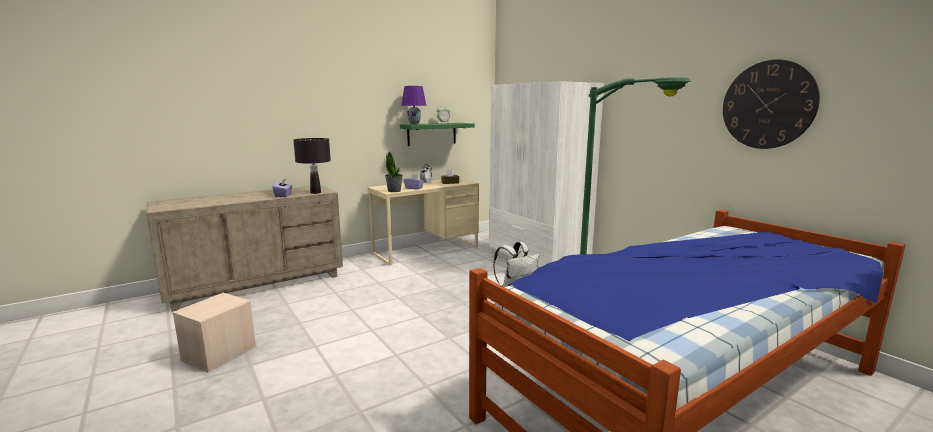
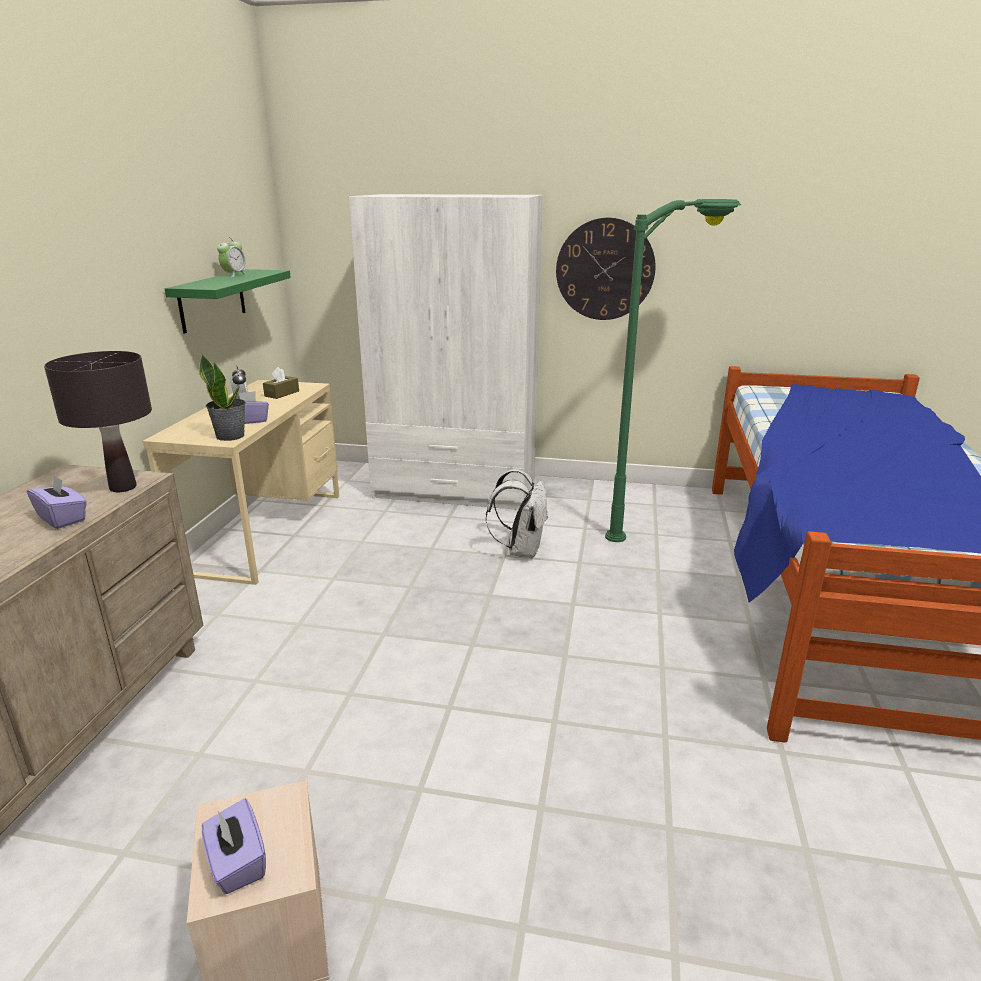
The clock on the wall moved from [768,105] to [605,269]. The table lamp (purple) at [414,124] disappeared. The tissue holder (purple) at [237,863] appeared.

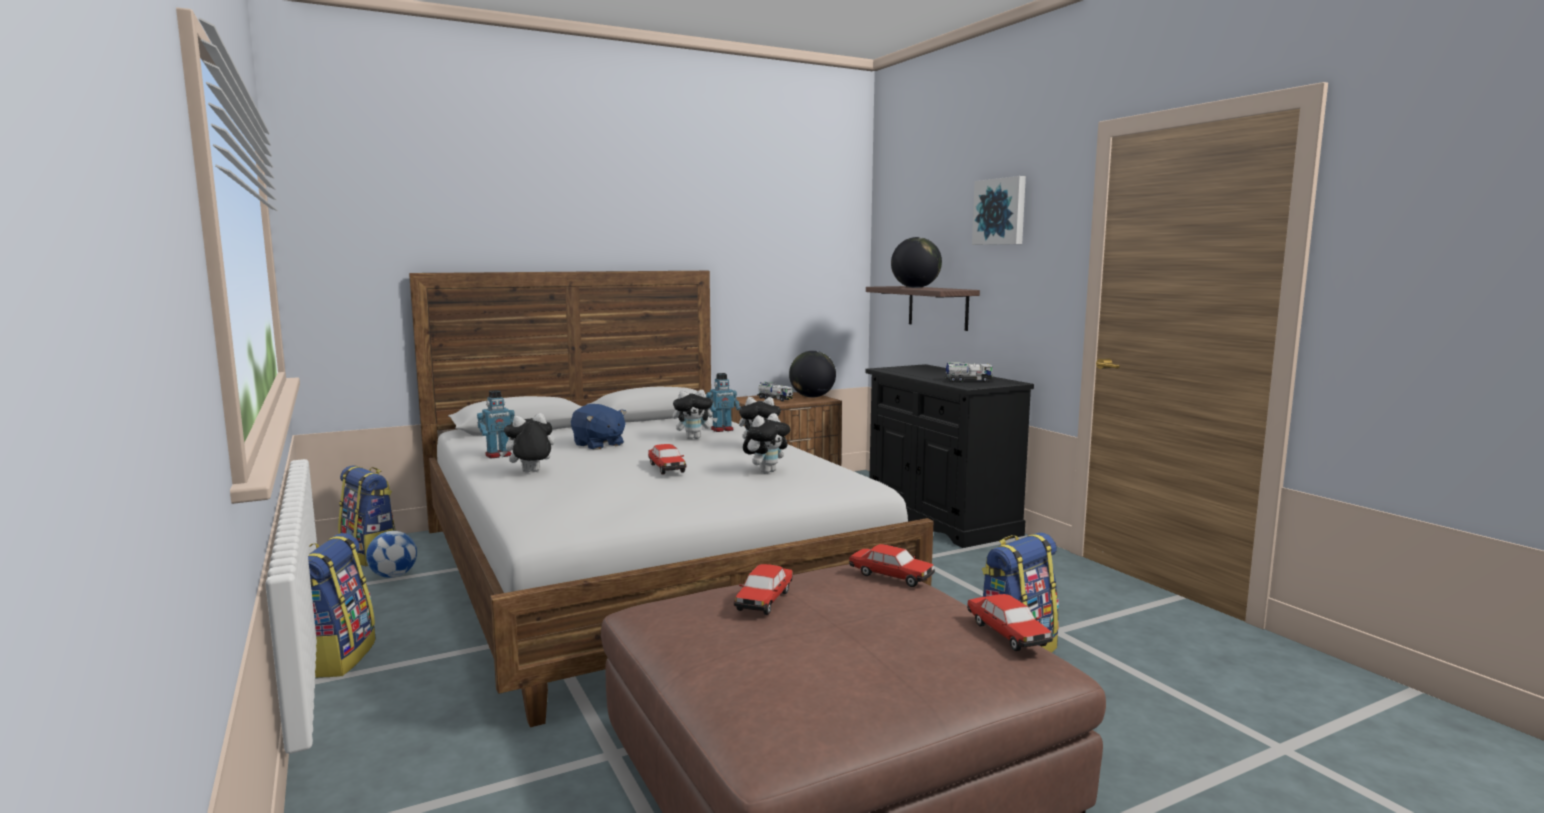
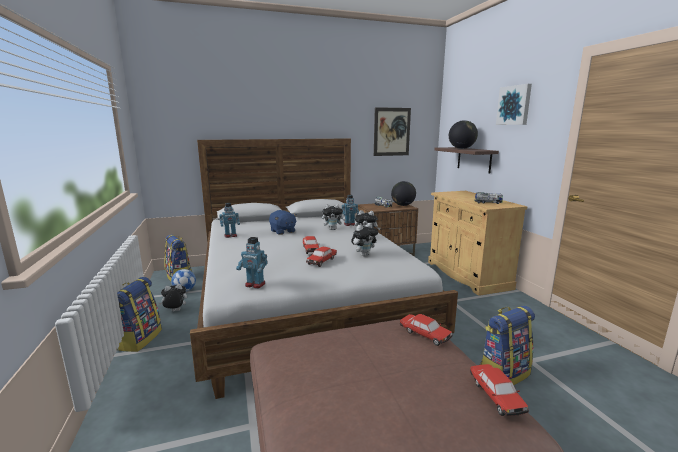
The cabinet (black) at [939,518] became the cabinet (beige) at [467,275]. The soft toy moved from [530,472] to [175,311]. The toy car moved from [764,600] to [322,261]. The wall art at [392,132] appeared. The robot figure at [255,285] appeared.

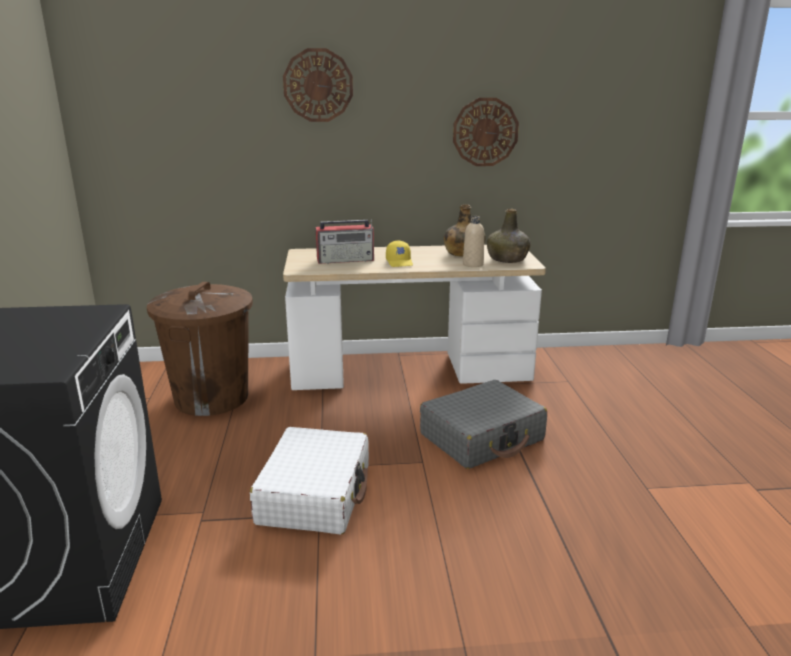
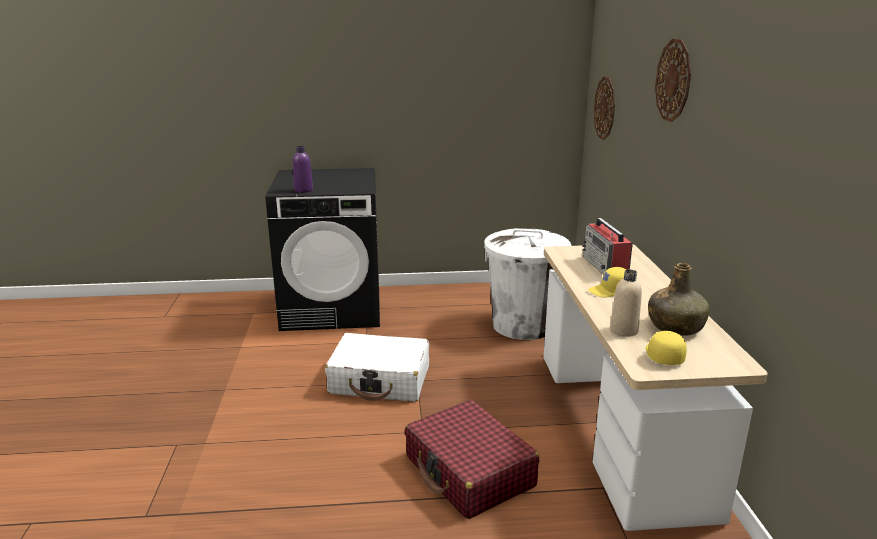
The clock on the wall moved from [485,132] to [605,108]. The bottle (greenish) at [507,259] was replaced by the baseball cap (yellow) at [663,355]. The trash can (brown) at [212,397] became the trash can (white-coloured) at [523,325]. The travel case (grey) at [482,437] became the travel case (red-coloured) at [469,472]. The bottle (purple) at [303,190] appeared.

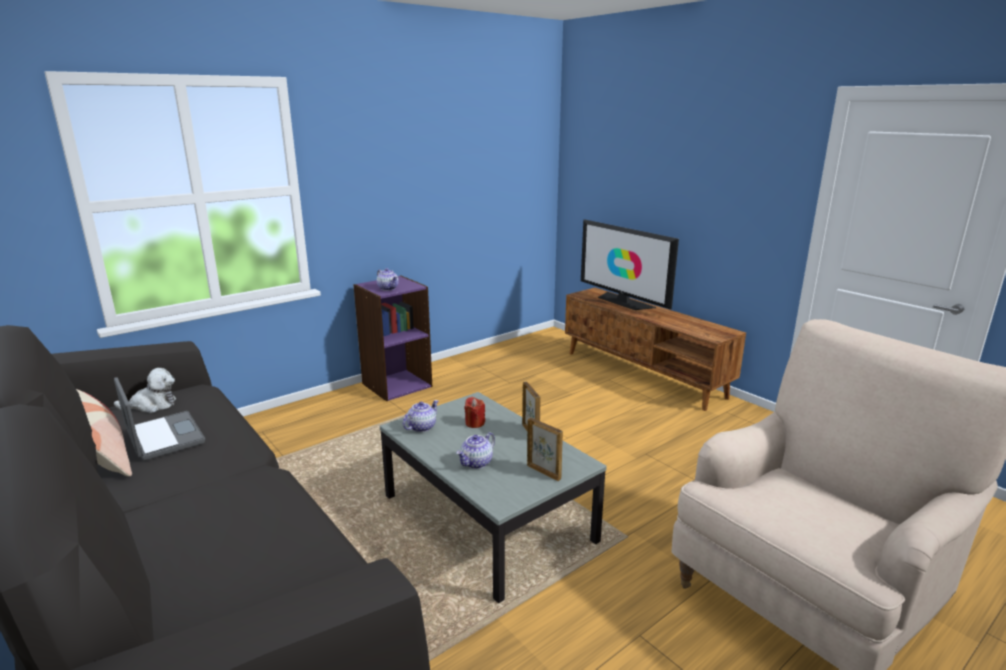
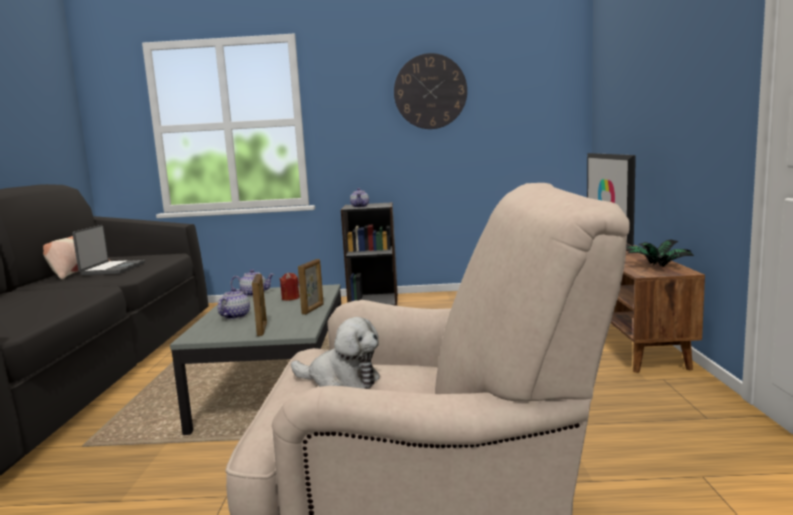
The bookshelf (purple) at [396,385] became the bookshelf (black) at [373,301]. The soft toy moved from [152,405] to [341,381]. The teapot at [476,463] turned 120 degrees clockwise. The clock on the wall at [430,91] appeared. The houseplant at [656,266] appeared.

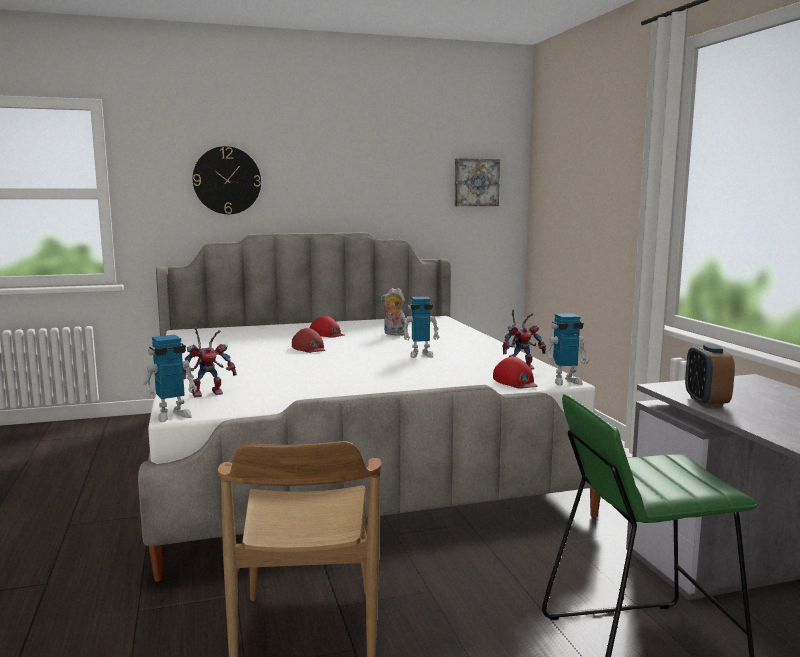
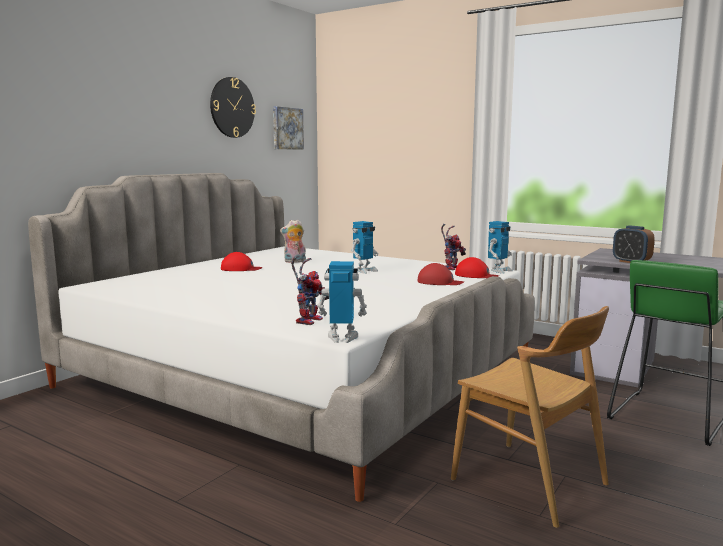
The clock on the wall moved from [227,180] to [232,107]. The baseball cap (red-coloured) moved from [309,348] to [439,282]. The robot figure at [172,415] turned 105 degrees counterclockwise.

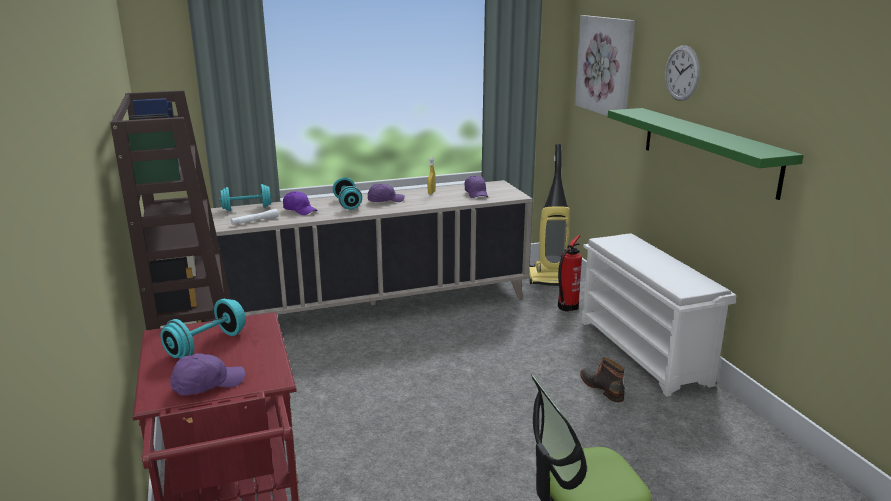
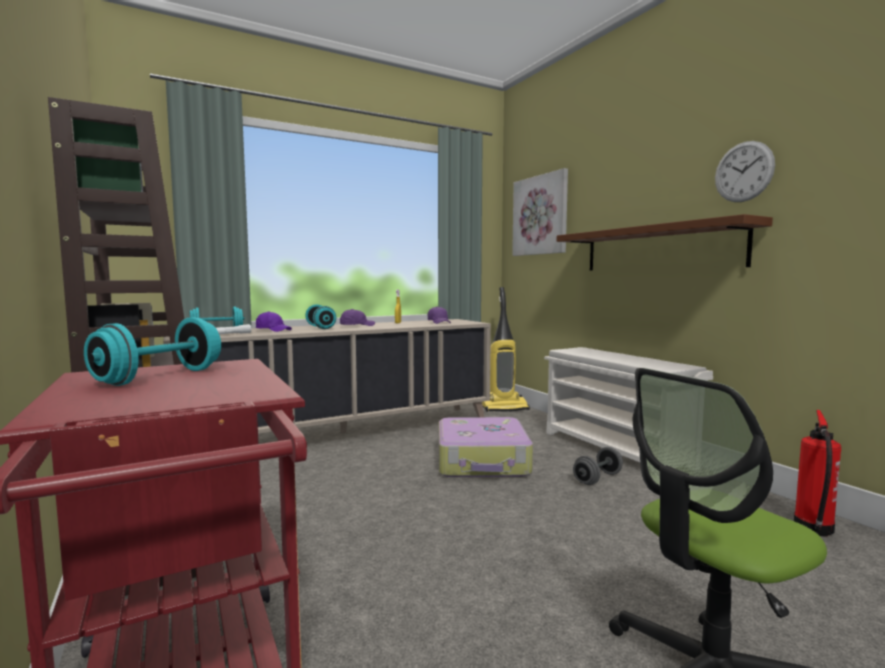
The clock on the wall moved from [682,73] to [743,172]. The bracket shelf (greenish) at [708,149] became the bracket shelf (brown) at [658,249]. The fire-fighting cylinder moved from [566,307] to [813,529]. The baseball cap (purple) at [207,384] disappeared. The high-top boot at [602,388] was replaced by the hand weight (grey) at [597,478]. The travel case at [483,461] appeared.

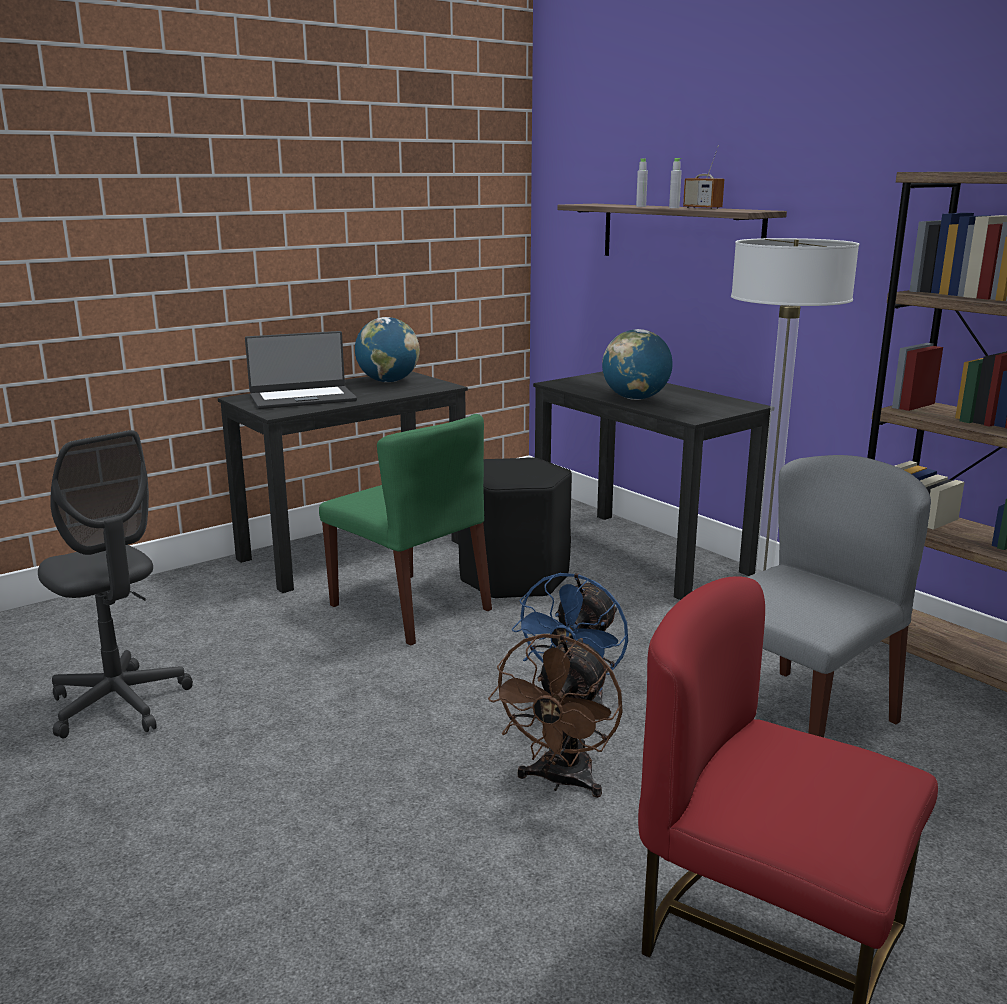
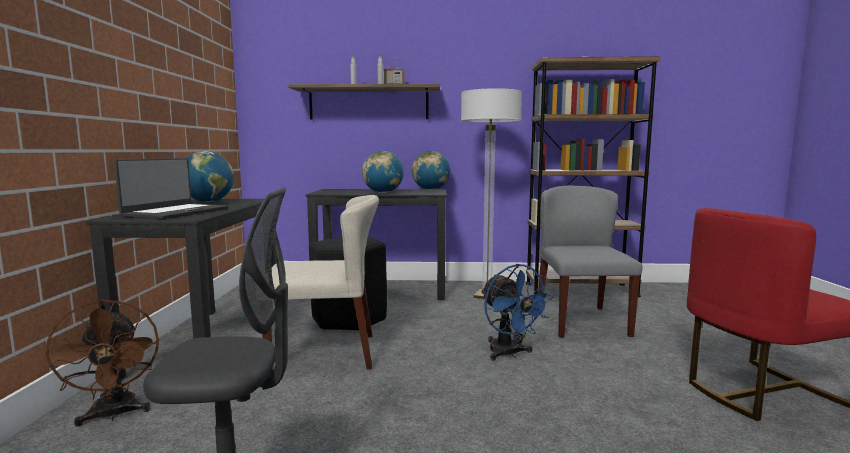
The upright chair (greenish) at [411,607] became the upright chair (beige) at [325,352]. The cooling fan (brown) moved from [560,781] to [114,415]. The desk globe at [431,190] appeared.

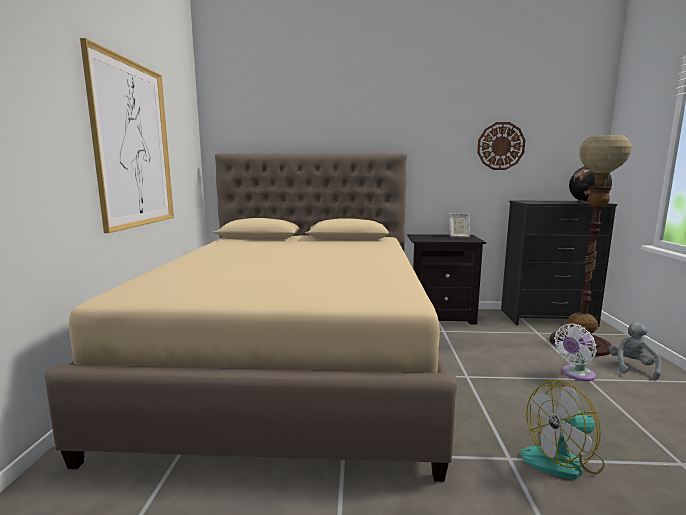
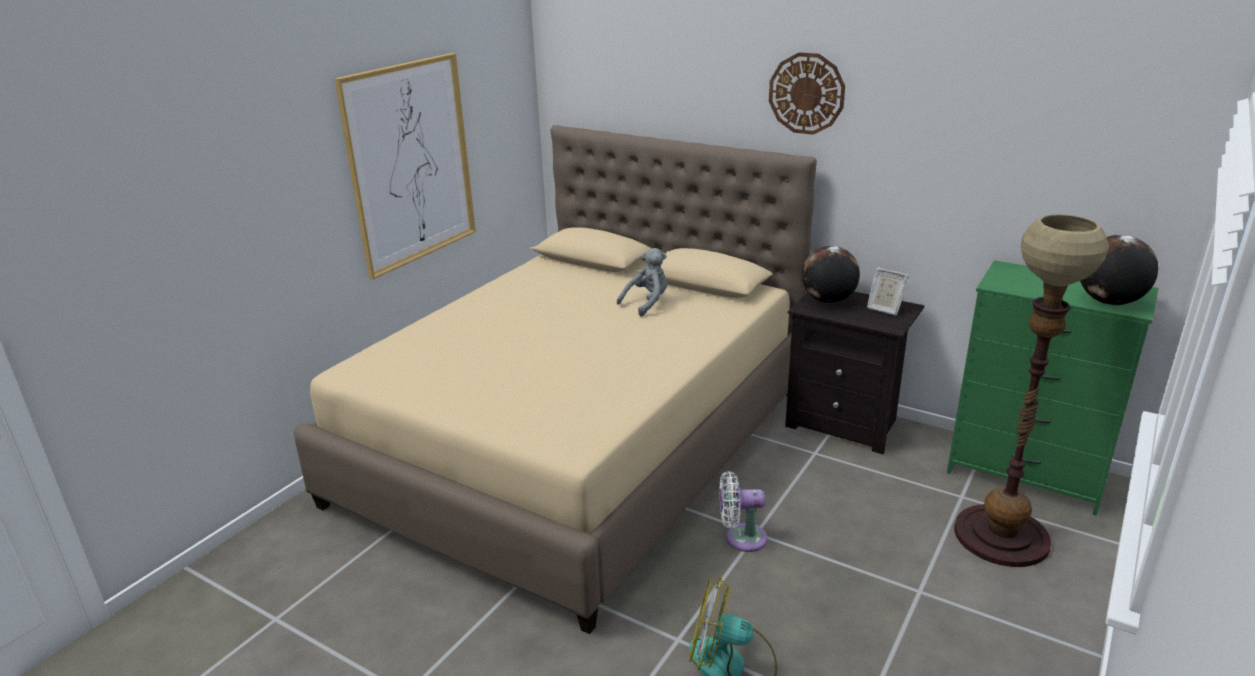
The clock on the wall moved from [500,146] to [806,93]. The drawer chest (black) at [547,318] became the drawer chest (greenish) at [1025,474]. The soft toy (grey) moved from [632,367] to [647,303]. The cooling fan (white-coloured) moved from [575,374] to [741,538]. The desk globe at [827,301] appeared.

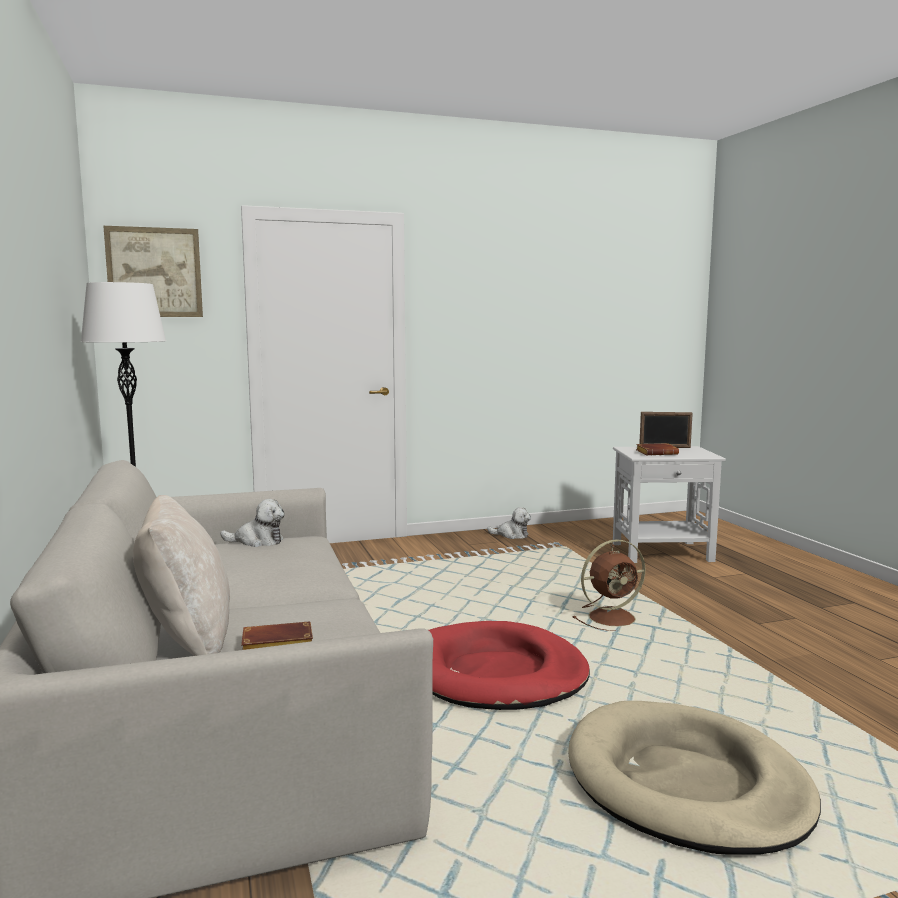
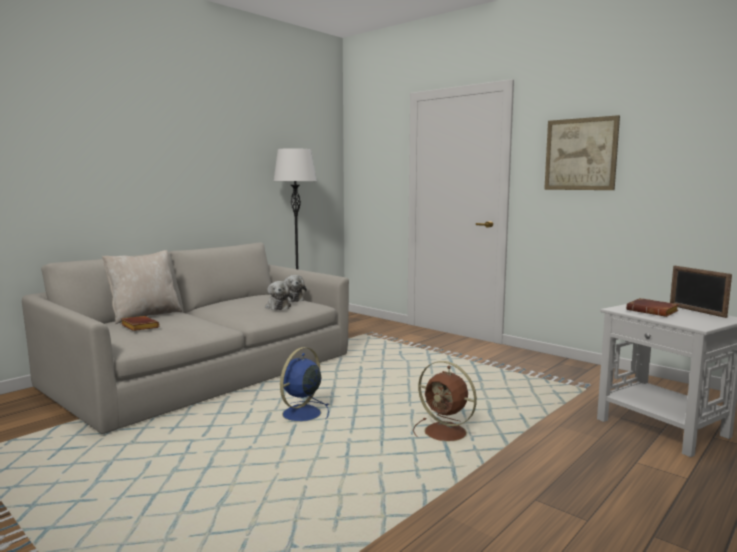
The wall art moved from [154,272] to [580,154]. The soft toy moved from [511,535] to [278,306]. The dog bed (red-coloured) at [496,673] was replaced by the cooling fan (blue) at [300,415]. The dog bed (beige) at [686,783] disappeared.

